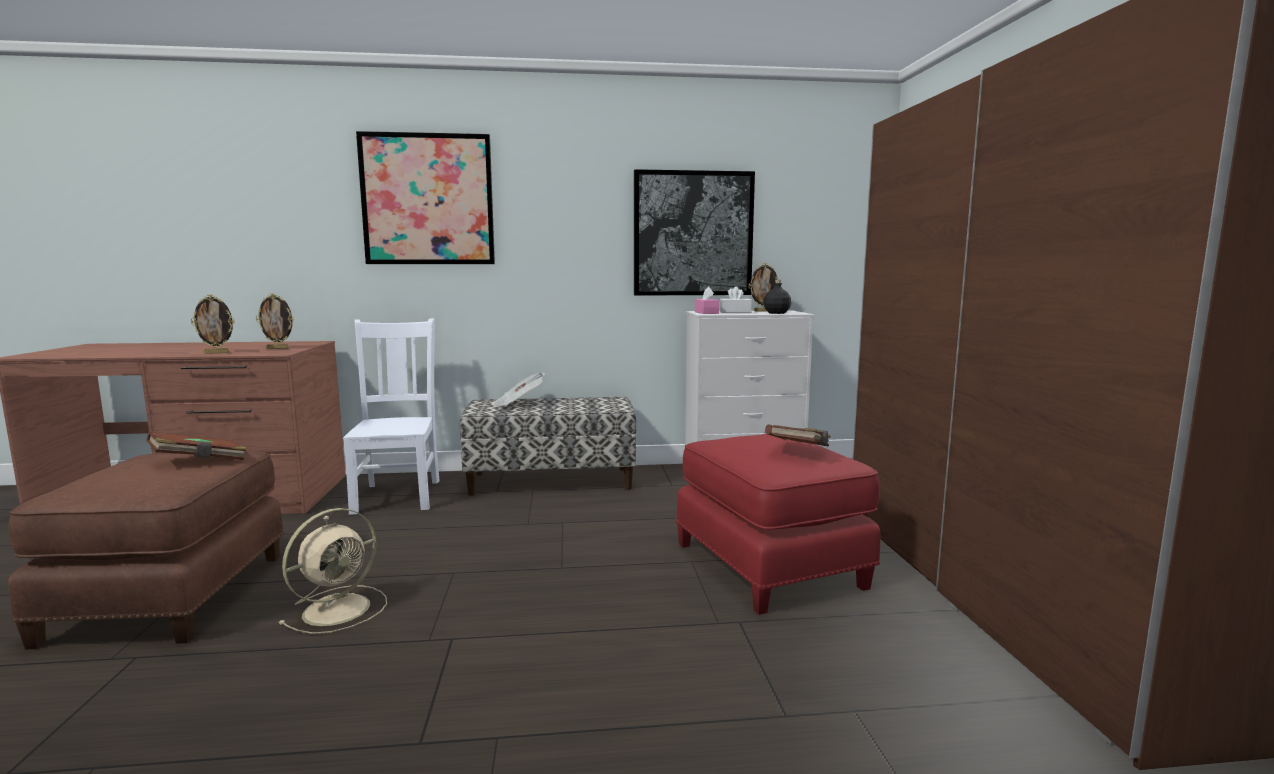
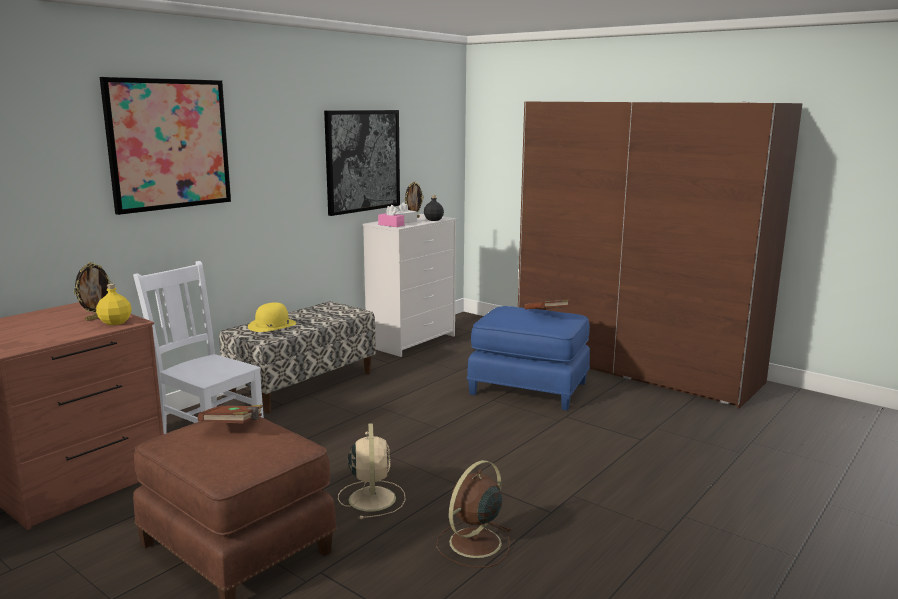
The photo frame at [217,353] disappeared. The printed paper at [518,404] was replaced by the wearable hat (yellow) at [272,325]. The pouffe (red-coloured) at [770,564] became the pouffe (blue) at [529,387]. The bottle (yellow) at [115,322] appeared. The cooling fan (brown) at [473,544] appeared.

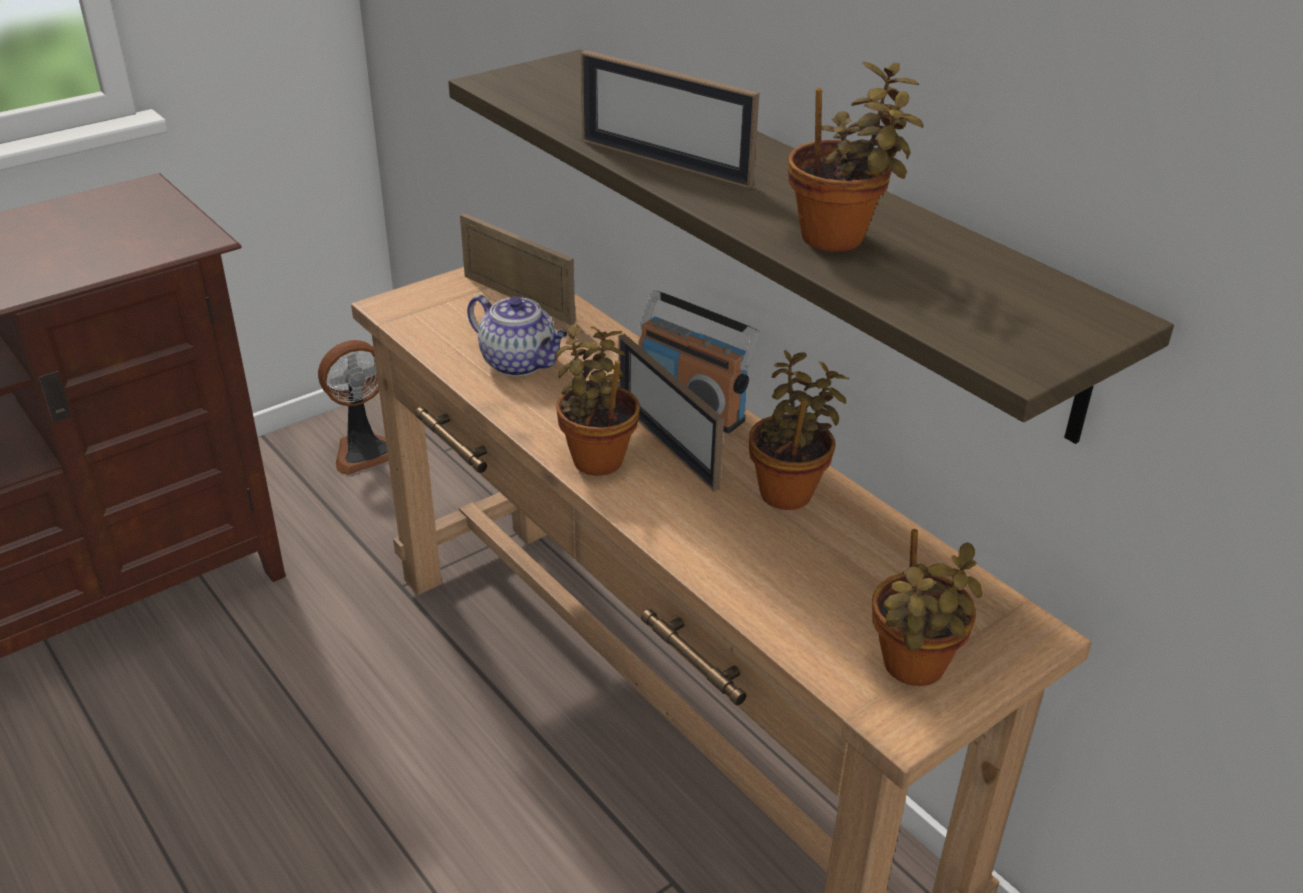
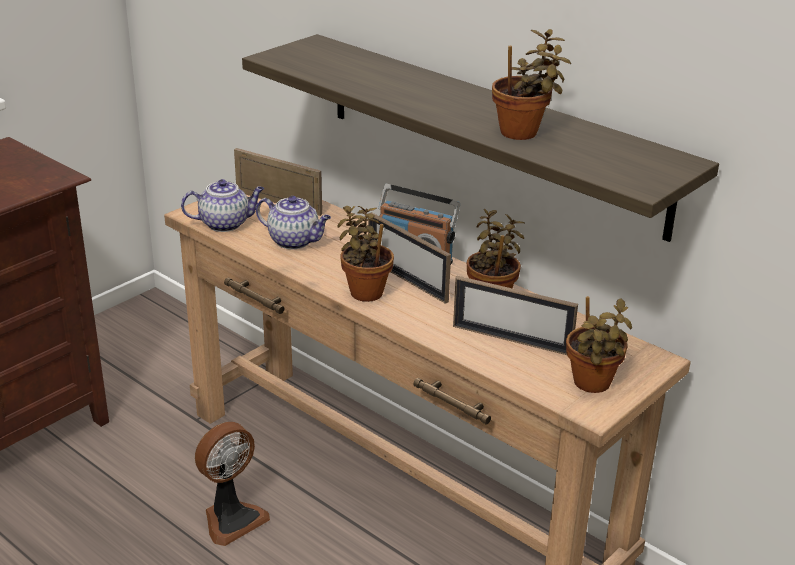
The photo frame moved from [664,162] to [511,340]. The cooling fan moved from [364,451] to [231,519]. The teapot at [225,224] appeared.

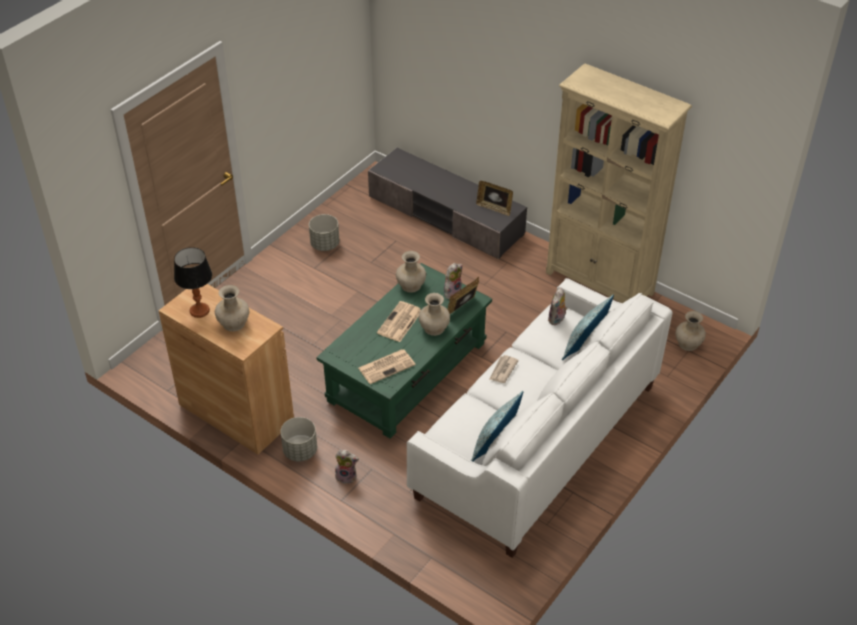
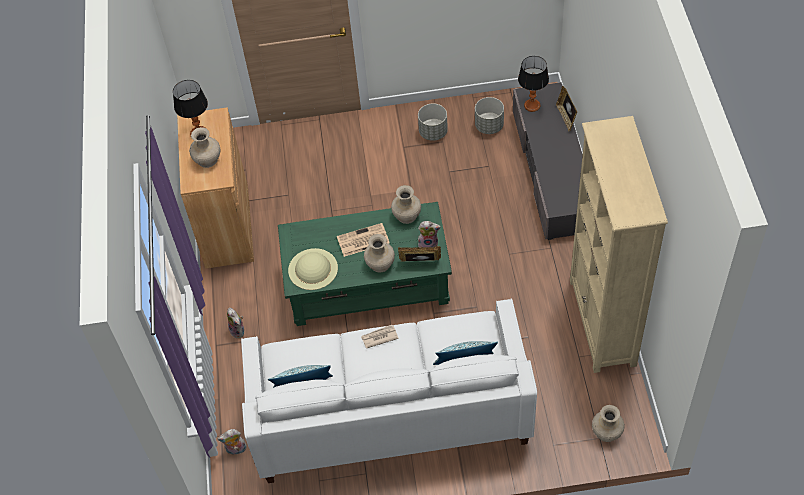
The photo frame moved from [494,208] to [566,117]. The soft toy moved from [557,320] to [236,450]. The printed paper at [387,366] was replaced by the wearable hat (beige) at [313,269]. The flower pot (grey) moved from [300,451] to [489,126]. The table lamp at [532,105] appeared.

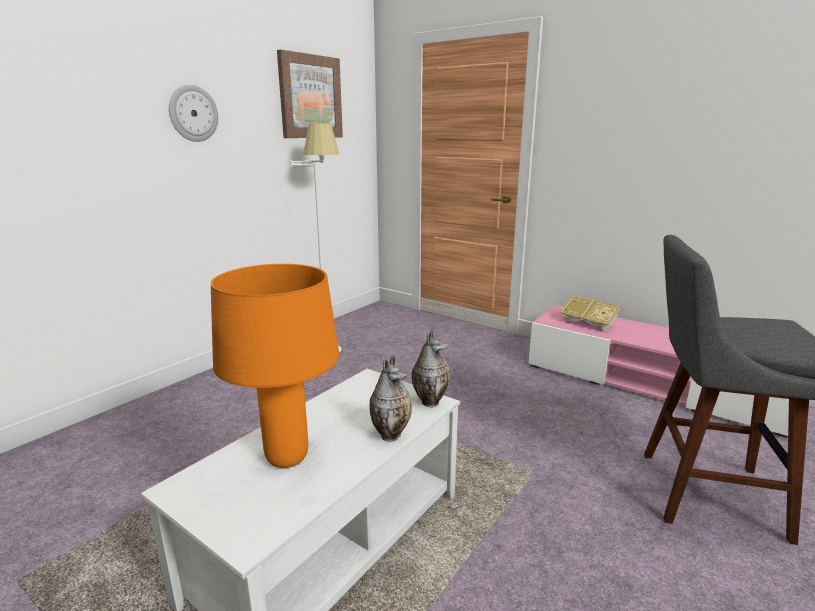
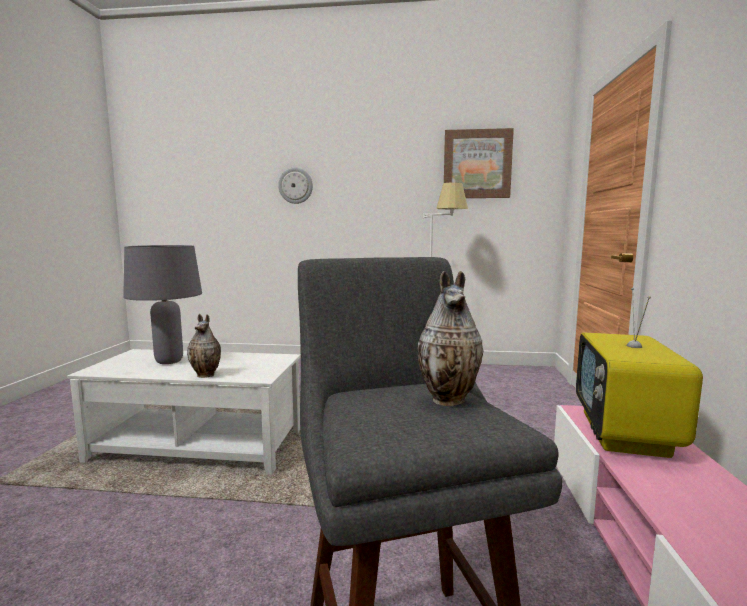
The clock on the wall moved from [193,113] to [295,185]. The table lamp (orange) at [286,458] became the table lamp (grey) at [168,361]. The volume at [588,323] was replaced by the TV at [625,434]. The vase moved from [430,401] to [450,399].

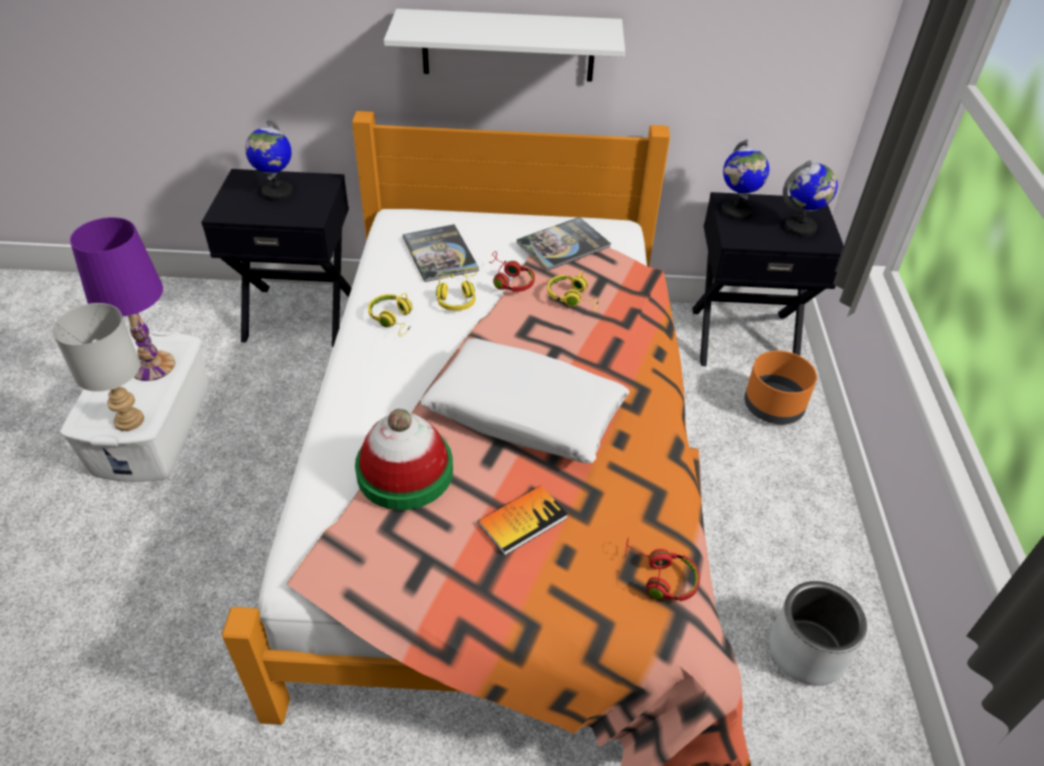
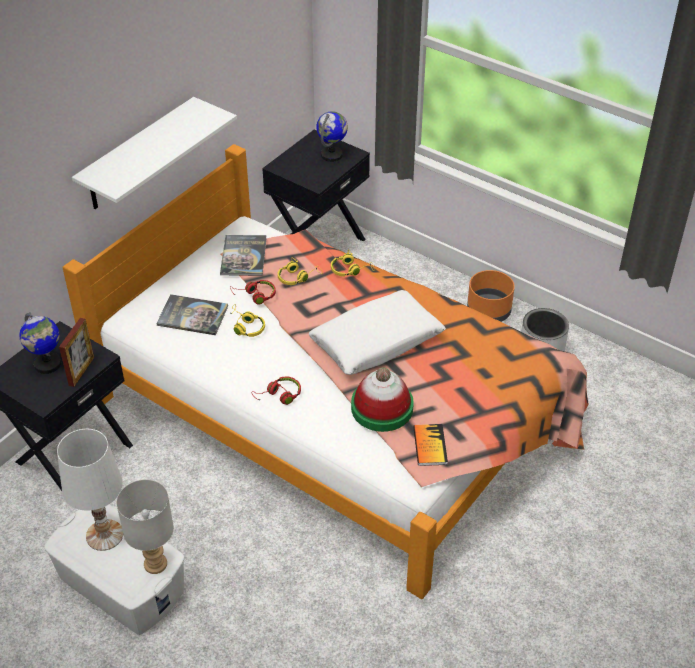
The desk globe at [736,212] disappeared. The table lamp (purple) at [152,366] became the table lamp (white-coloured) at [104,535]. The headset (yellow) moved from [393,319] to [350,270]. The flower pot (orange) moved from [774,407] to [489,311]. The volume moved from [522,521] to [430,446]. The headset (red-coloured) moved from [659,577] to [279,395]. The photo frame at [81,371] appeared.

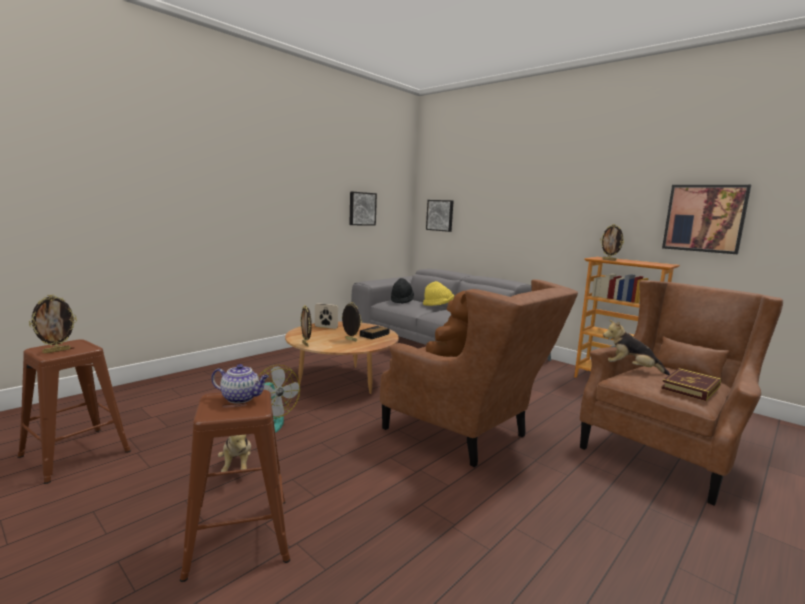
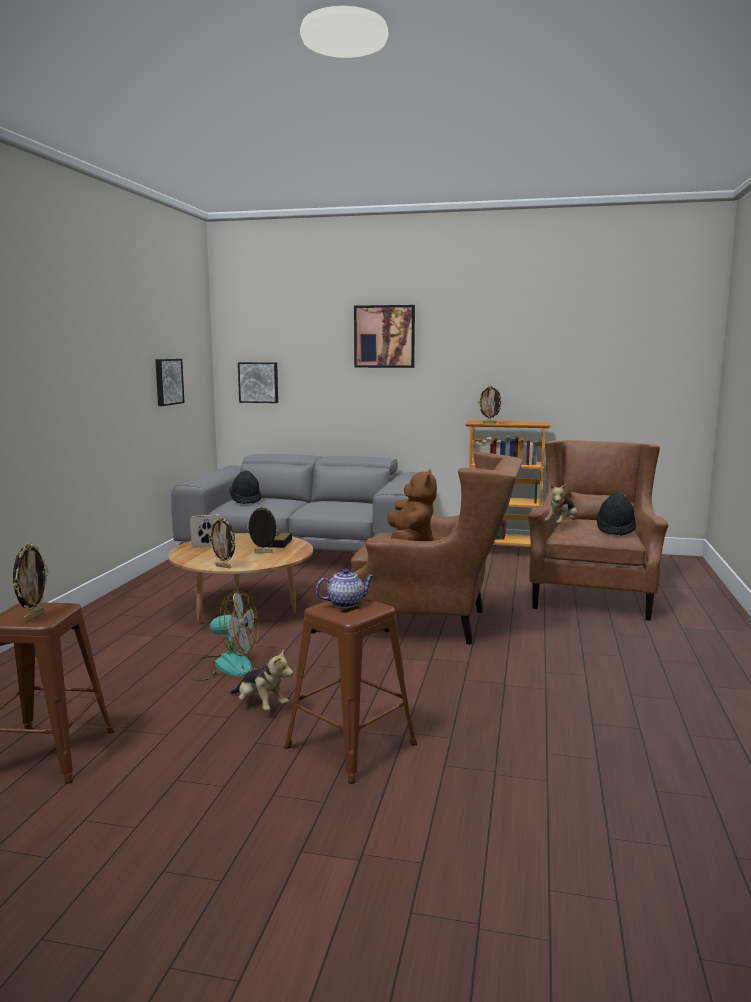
The wall art moved from [704,218] to [384,336]. The wearable hat (yellow) at [438,305] disappeared. The soft toy at [631,369] turned 45 degrees counterclockwise. The volume at [690,387] was replaced by the wearable hat (black) at [615,530].

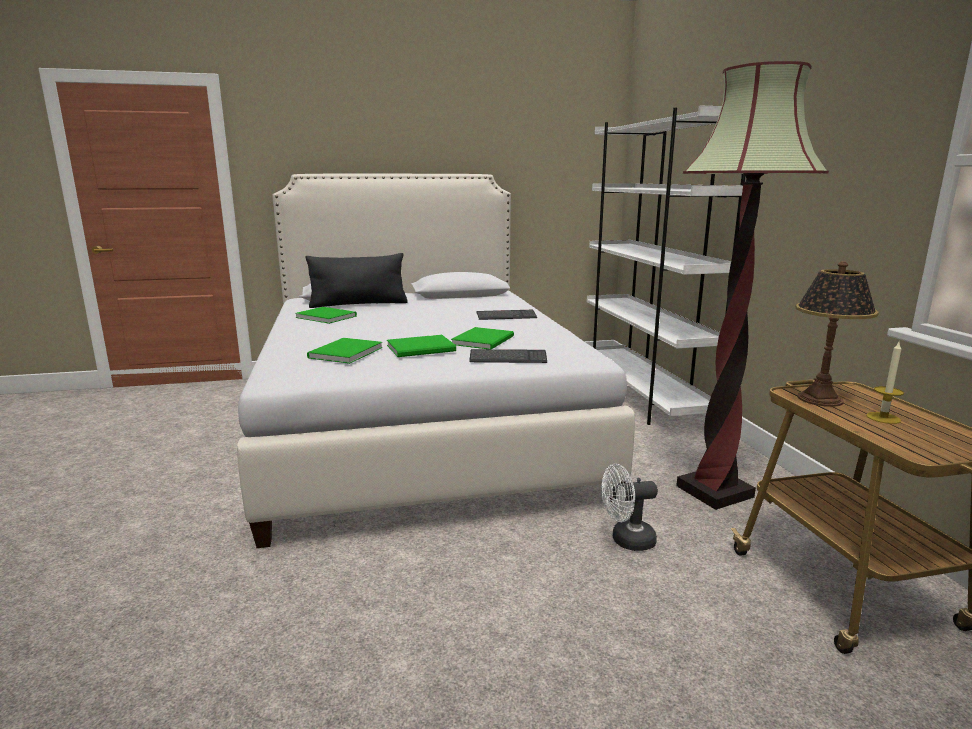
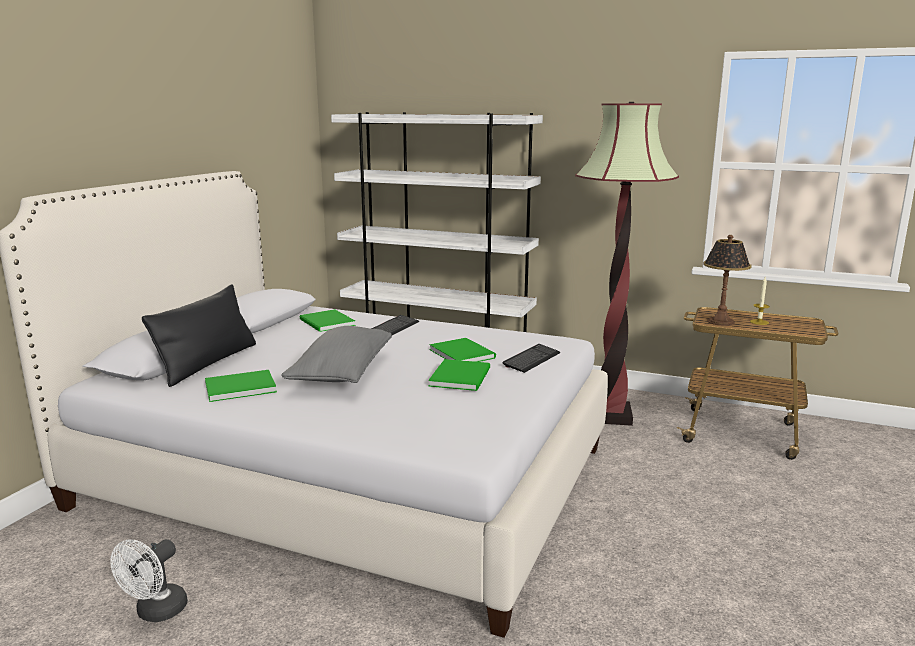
The volume (greenish) moved from [343,353] to [326,323]. The cooling fan (white-coloured) moved from [626,540] to [156,613]. The throw pillow (grey) at [342,373] appeared.

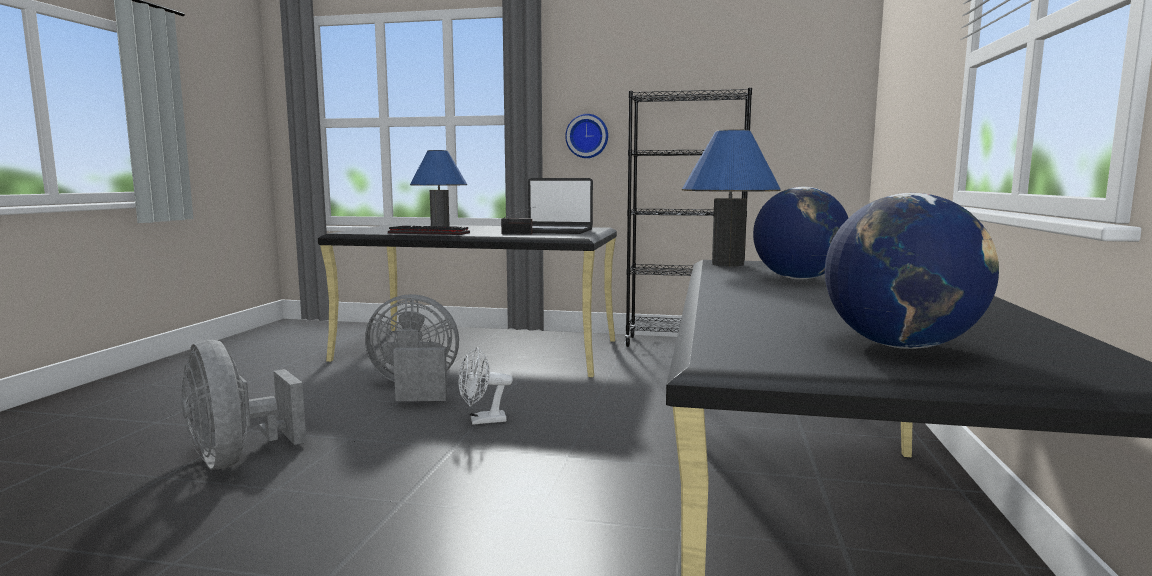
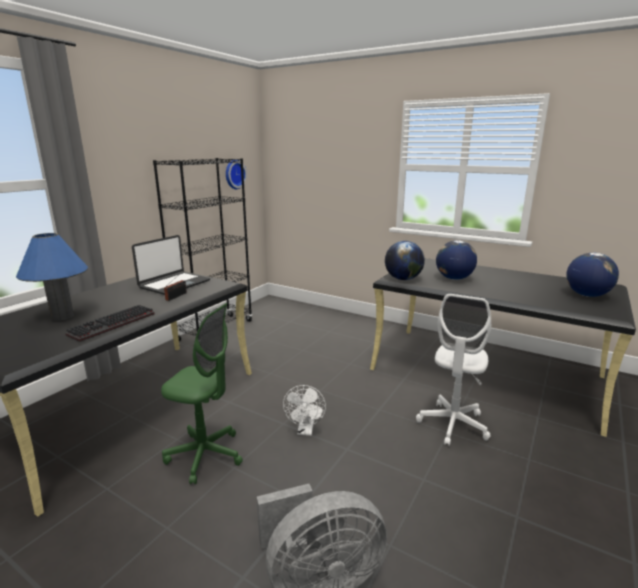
The clock on the wall moved from [587,136] to [234,174]. The table lamp (blue) at [727,264] was replaced by the desk globe at [403,279]. The cooling fan (grey) at [415,388] was replaced by the desk chair (greenish) at [205,455]. The desk chair (white-coloured) at [453,424] appeared.

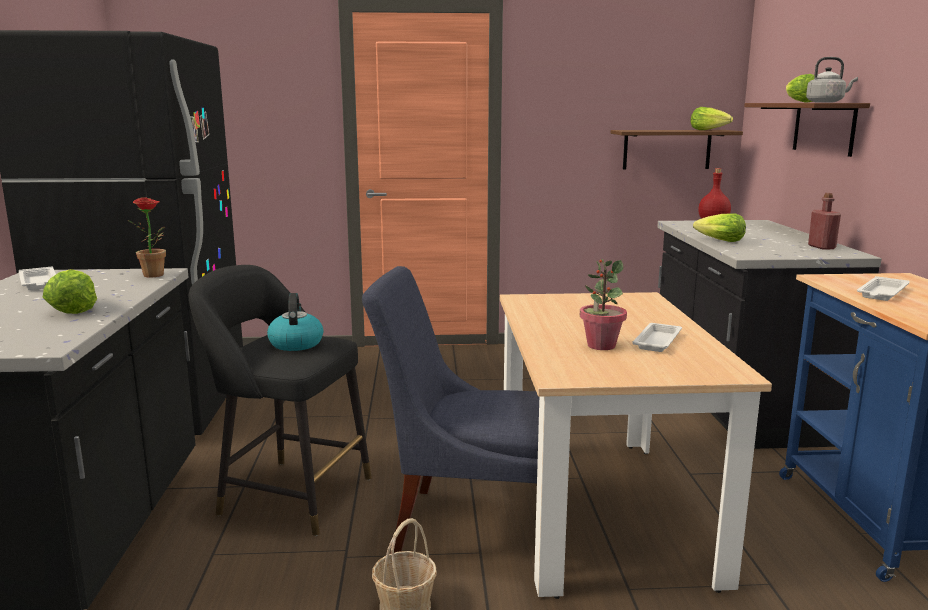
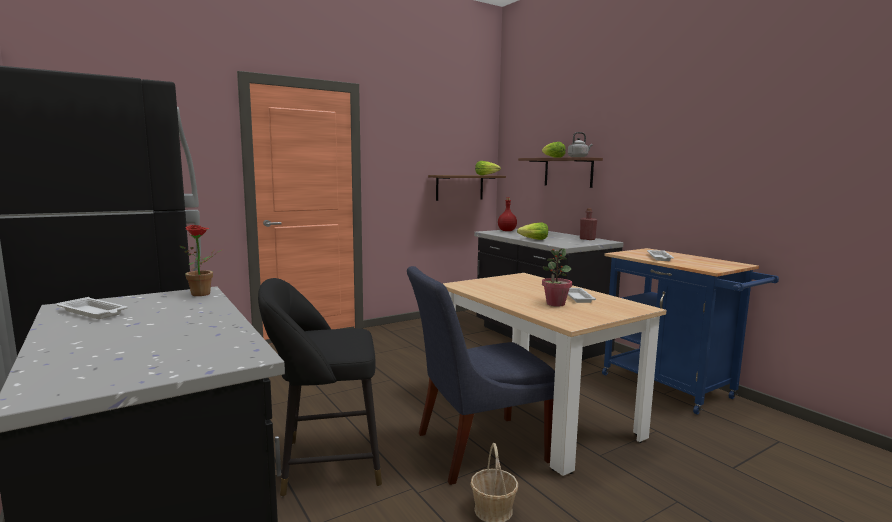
The lettuce head at [73,309] disappeared. The kettle at [296,343] disappeared.

